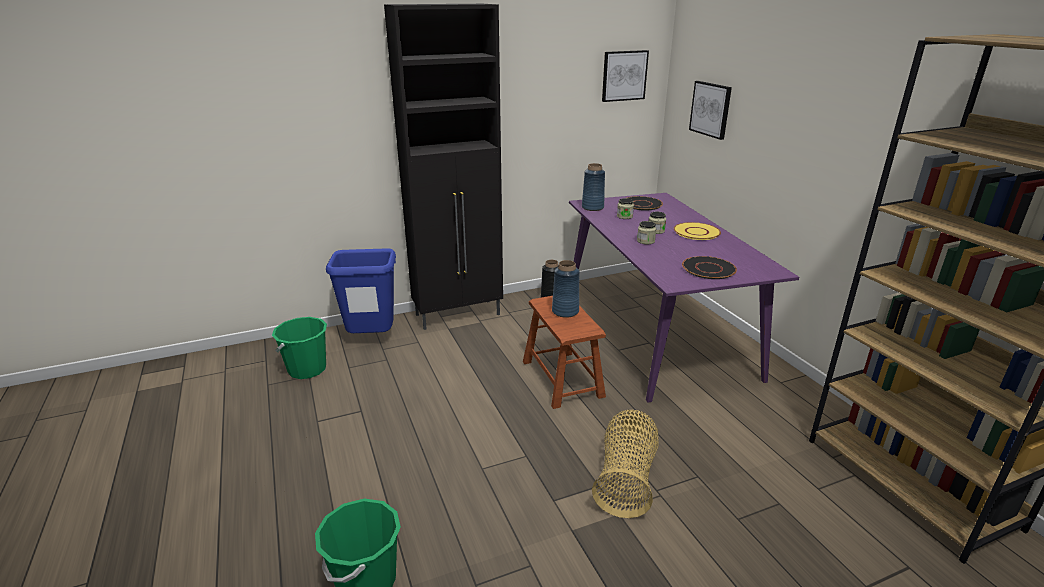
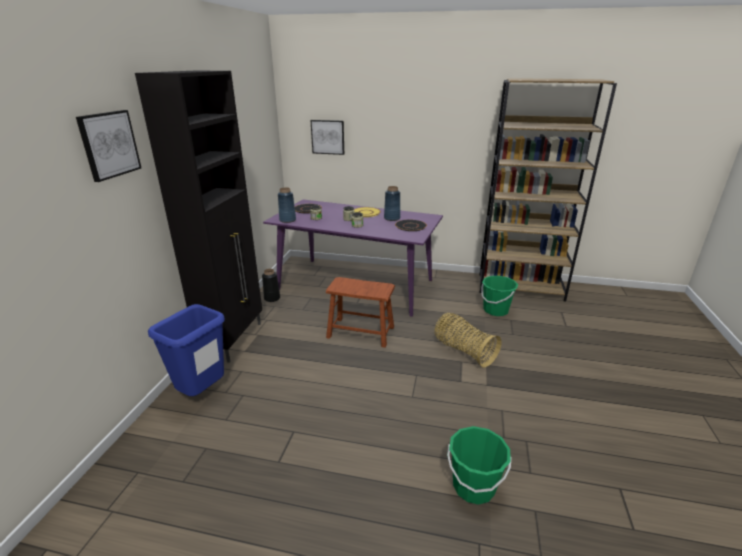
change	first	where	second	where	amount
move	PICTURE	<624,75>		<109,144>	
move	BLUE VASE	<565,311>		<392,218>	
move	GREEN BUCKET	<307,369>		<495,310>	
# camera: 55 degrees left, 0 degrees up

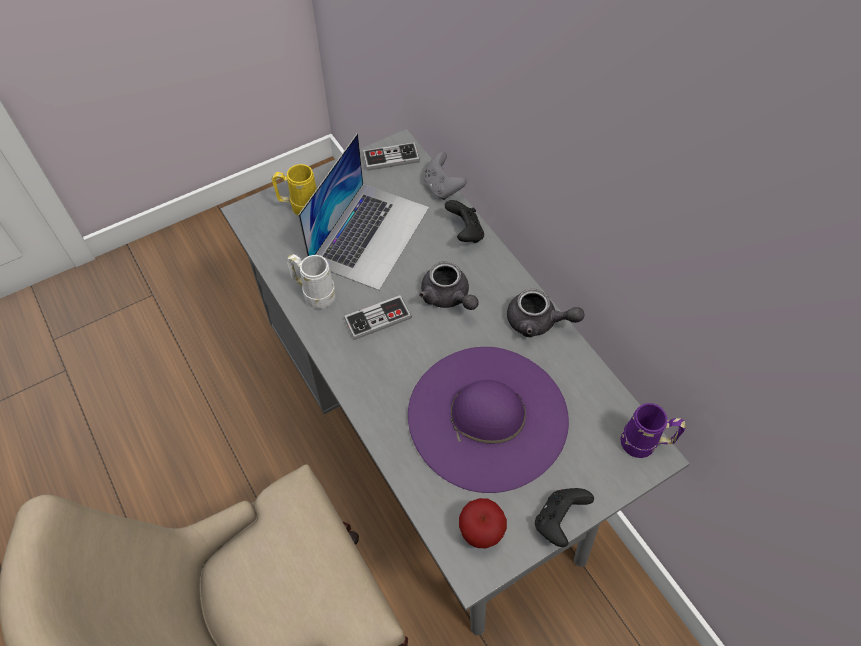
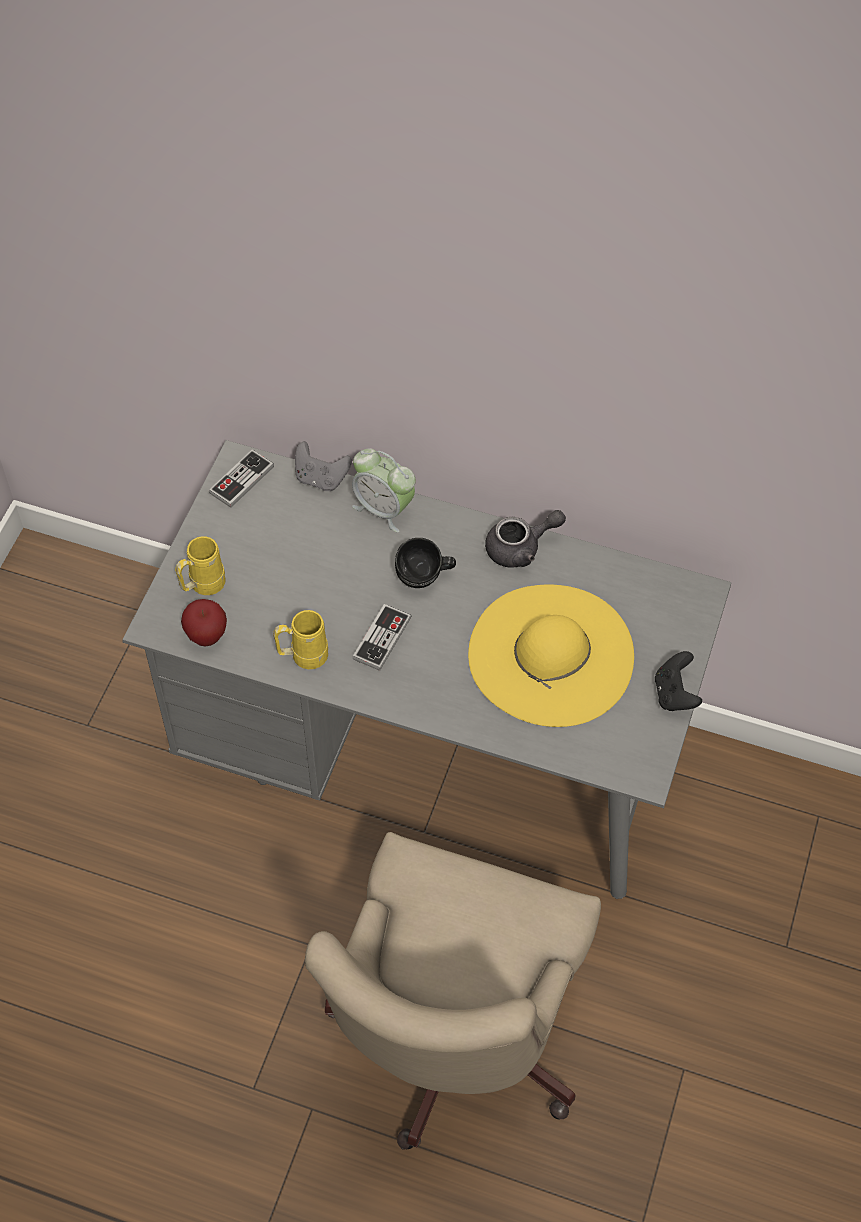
change	first	where	second	where	amount
move	APPLE	<480,532>		<207,636>	
recolor	WHITE MUG	<314,294>	YELLOW MUG	<302,656>	
replace	BLACK GAME CONTROLLER	<465,233>	ALARM CLOCK	<384,509>	
replace	GREY TEAPOT	<448,297>	BLACK MUG	<425,578>	
recolor	PURPLE HAT	<487,416>	YELLOW HAT	<551,654>	
delete	LAPTOP	<370,234>			
delete	PURPLE MUG	<645,444>			
# camera: 40 degrees left, 0 degrees up

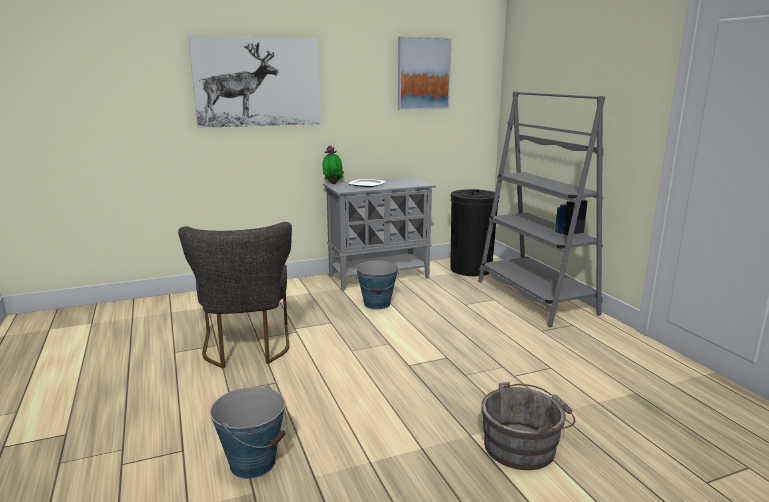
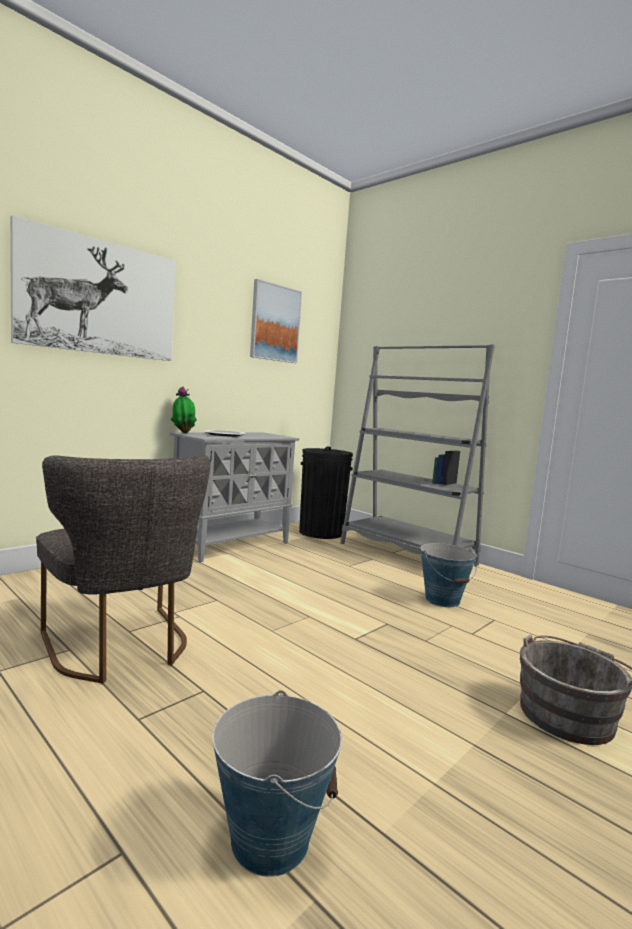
change	first	where	second	where	amount
move	BUCKET	<377,304>		<442,600>	
# camera: 25 degrees left, 10 degrees down

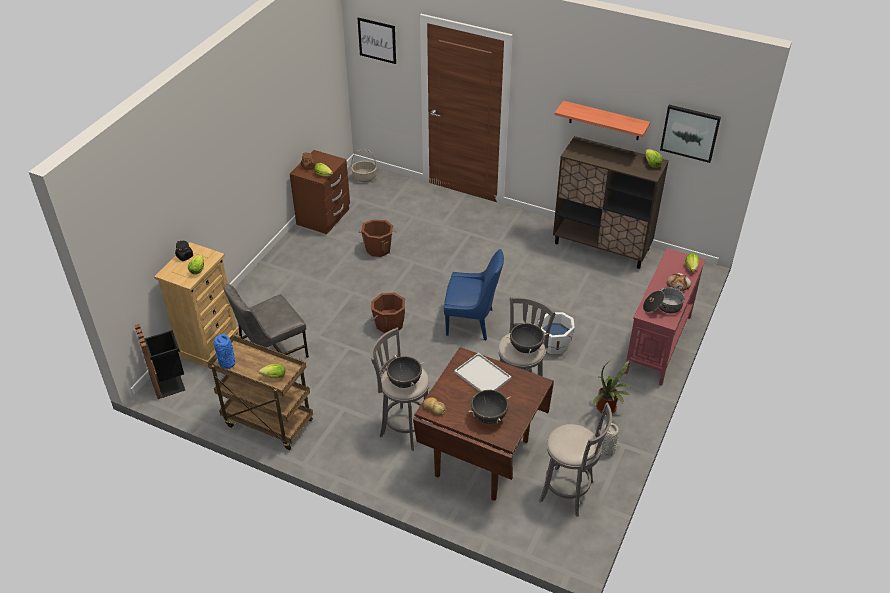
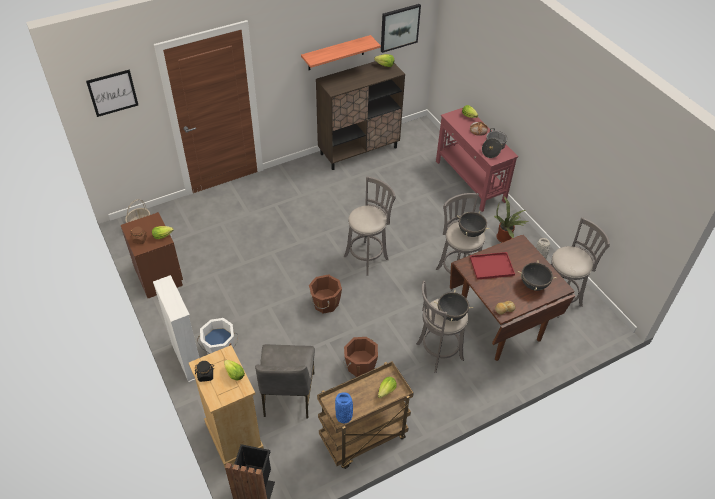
change	first	where	second	where	amount
insert			WHITE BOOKCASE	<188,360>	
move	WHITE BUCKET	<553,345>		<220,349>	
move	BROWN BUCKET	<378,248>		<360,366>	
replace	BLUE CHAIR	<472,322>	GREY STOOL	<368,256>	
recolor	WHITE TRAY	<483,376>	RED TRAY	<492,266>	
# camera: 55 degrees left, 5 degrees up

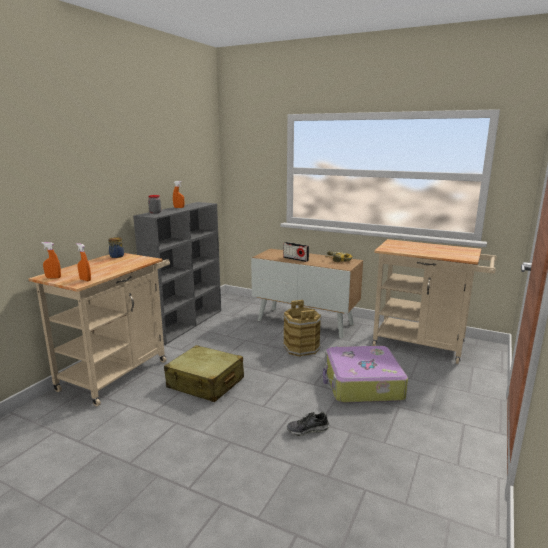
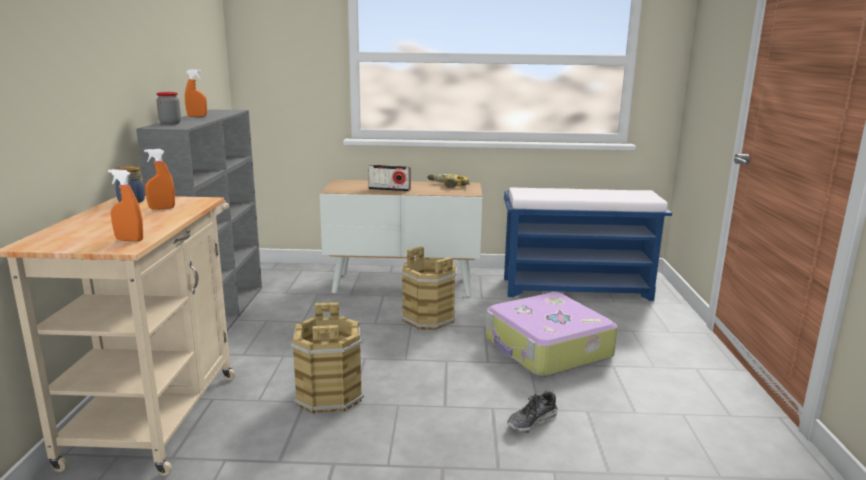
change	first	where	second	where	amount
move	ORANGE SPRAY BOTTLE	<53,278>		<162,208>	
replace	BEIGE SUITCASE	<205,383>	BROWN BUCKET	<330,395>	
replace	BEIGE CART	<425,346>	BLUE BENCH	<577,288>	
# camera: 25 degrees left, 0 degrees up

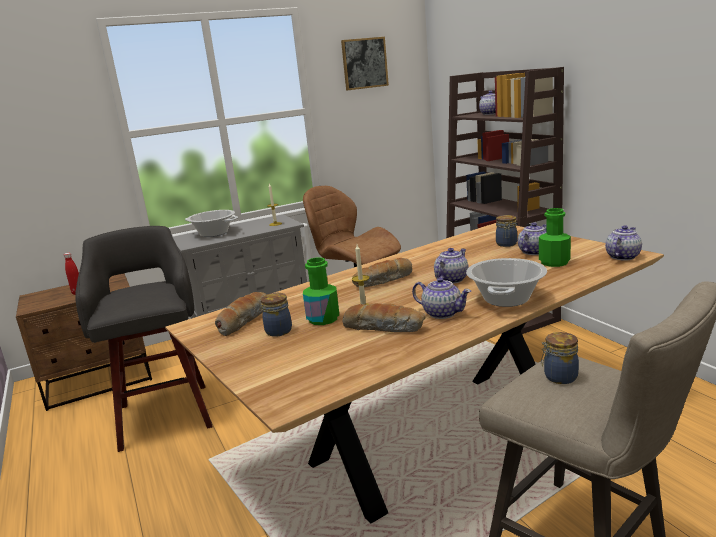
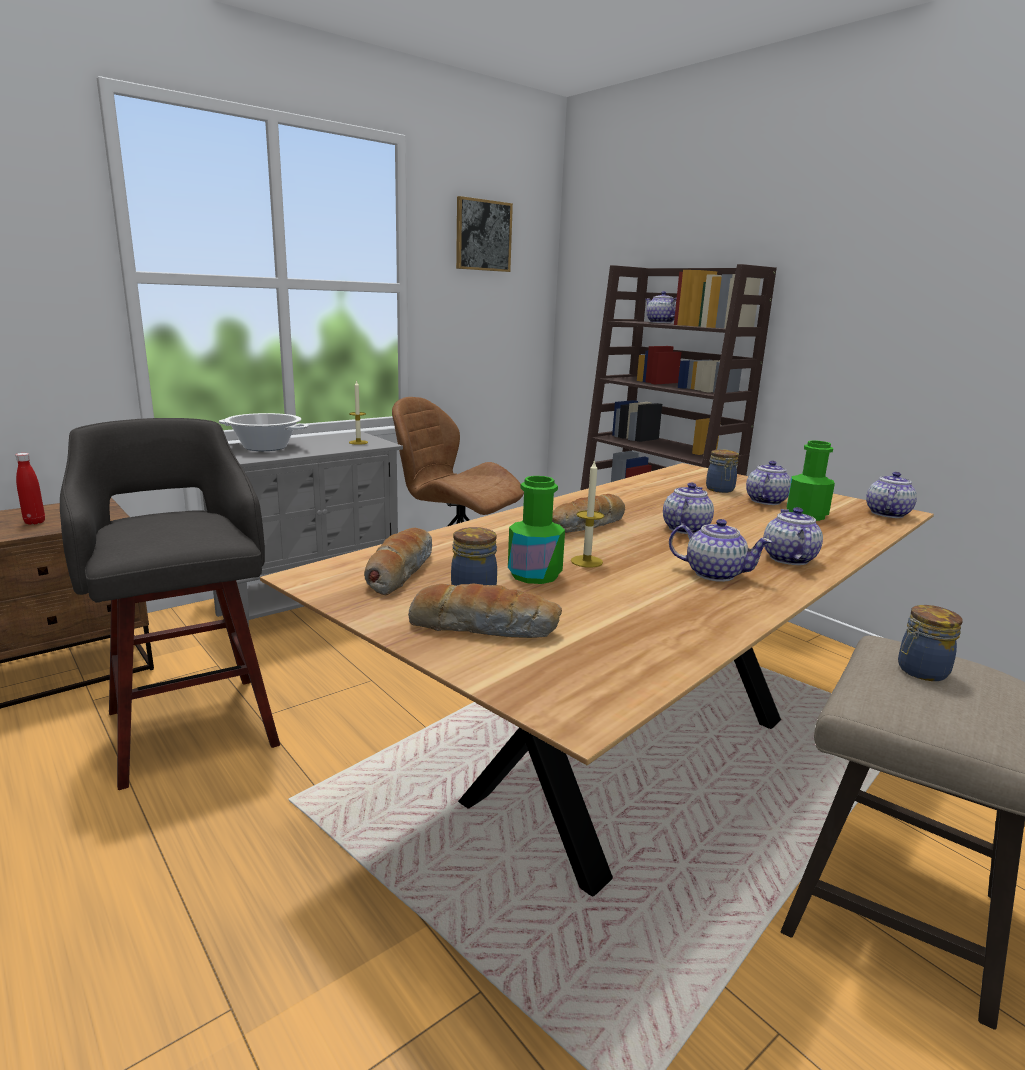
change	first	where	second	where	amount
move	BREAD	<384,327>		<484,627>	
replace	COOKING POT	<506,299>	TEAPOT	<788,558>	
# camera: 15 degrees left, 0 degrees up

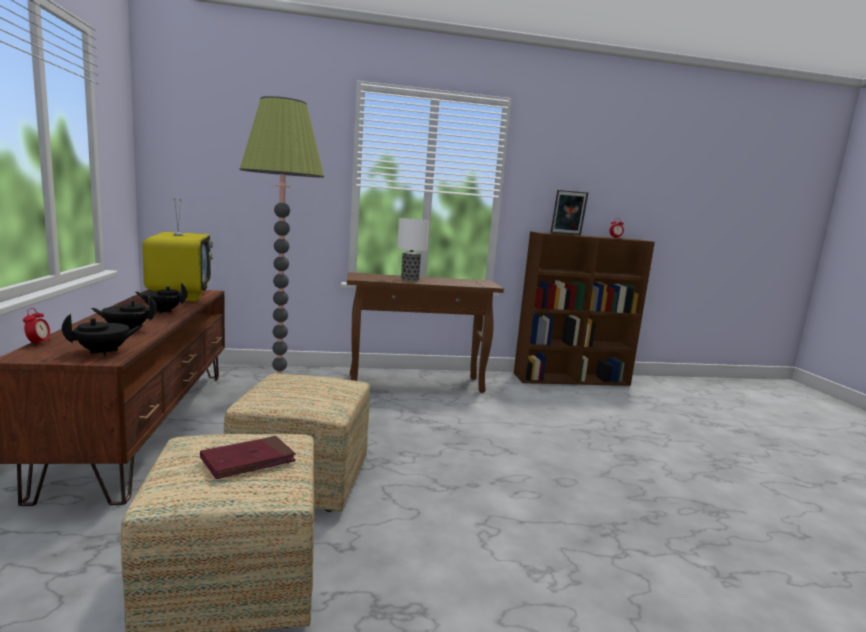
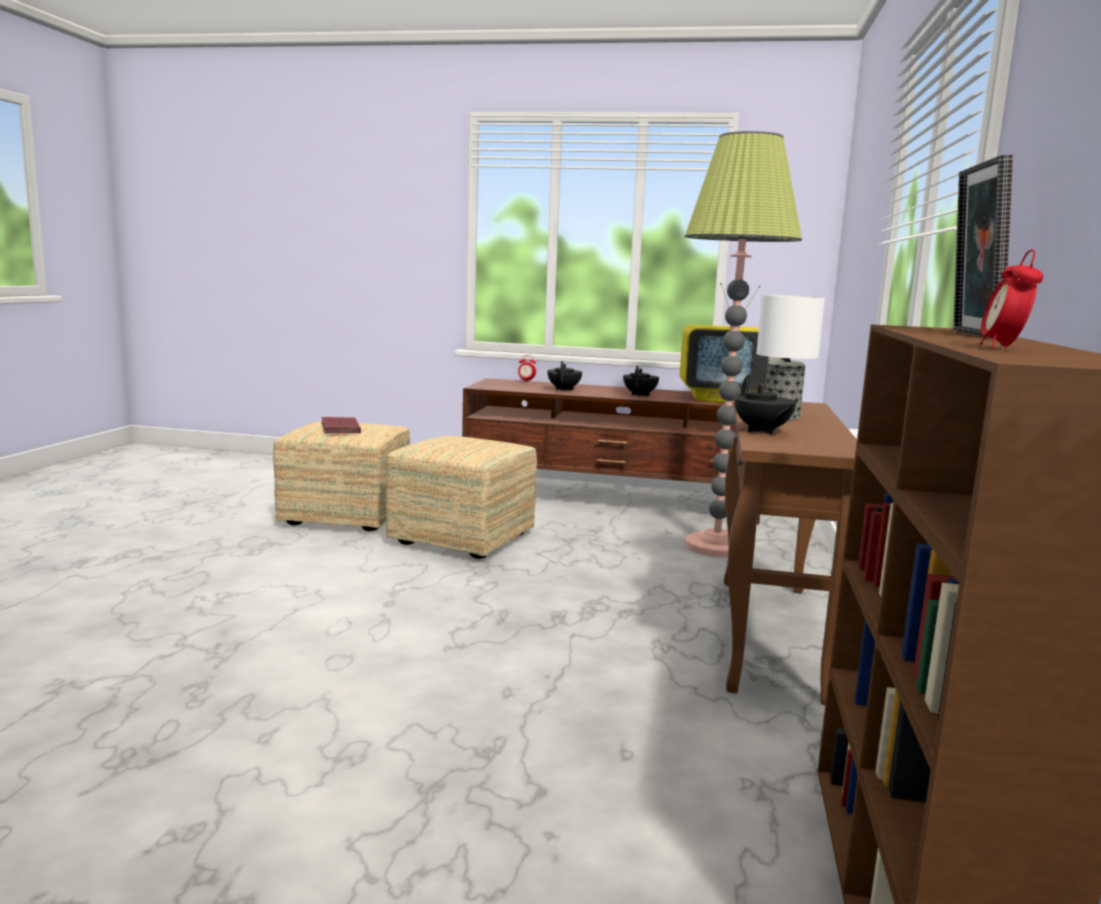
change	first	where	second	where	amount
move	BLACK TEAPOT	<104,352>		<762,431>	
# camera: 110 degrees right, 0 degrees up

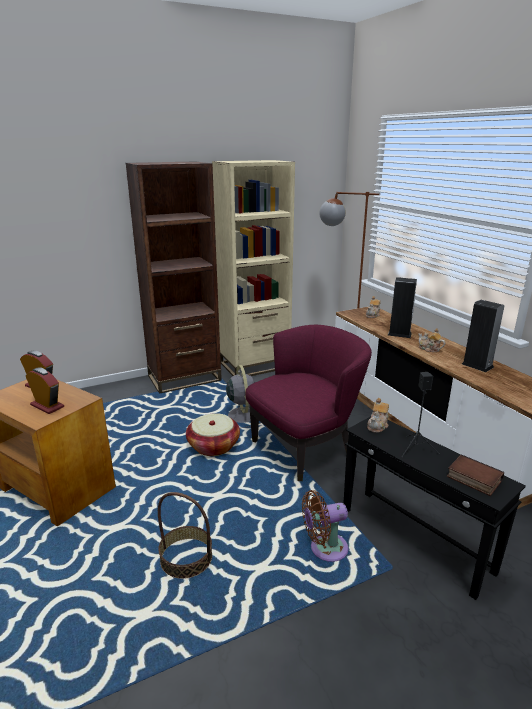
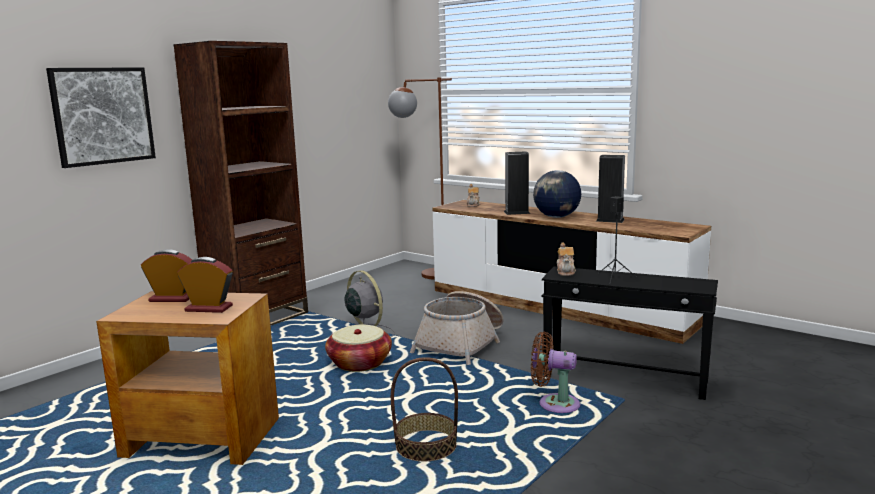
change	first	where	second	where	amount
insert			PICTURE	<102,116>	
replace	PURPLE ARMCHAIR	<305,448>	BASKET	<461,344>	
rotate	BROWN FAN	<325,549>		<554,404>	60 degrees clockwise
replace	TEAPOT	<429,349>	GLOBE	<556,217>	
delete	BEIGE BOOKCASE	<255,365>			
delete	BOOK	<472,479>			
# camera: 25 degrees left, 10 degrees down

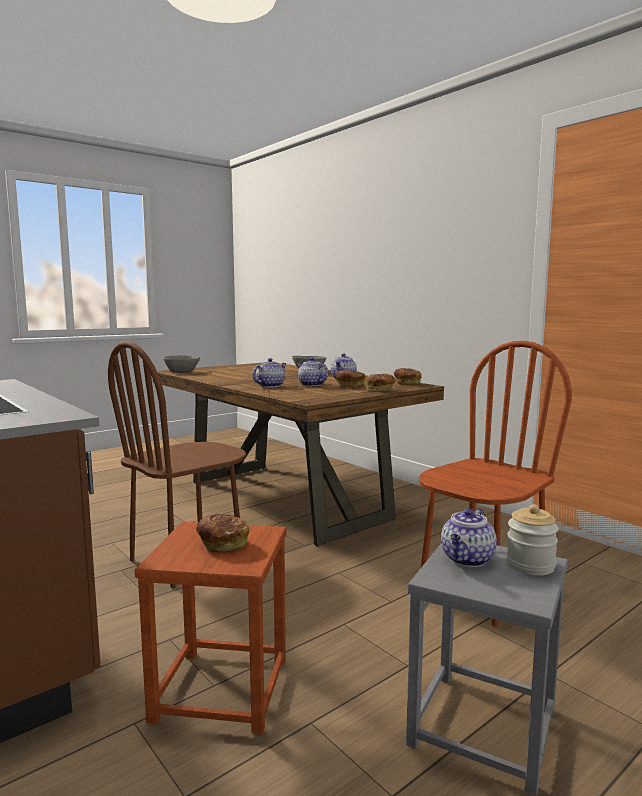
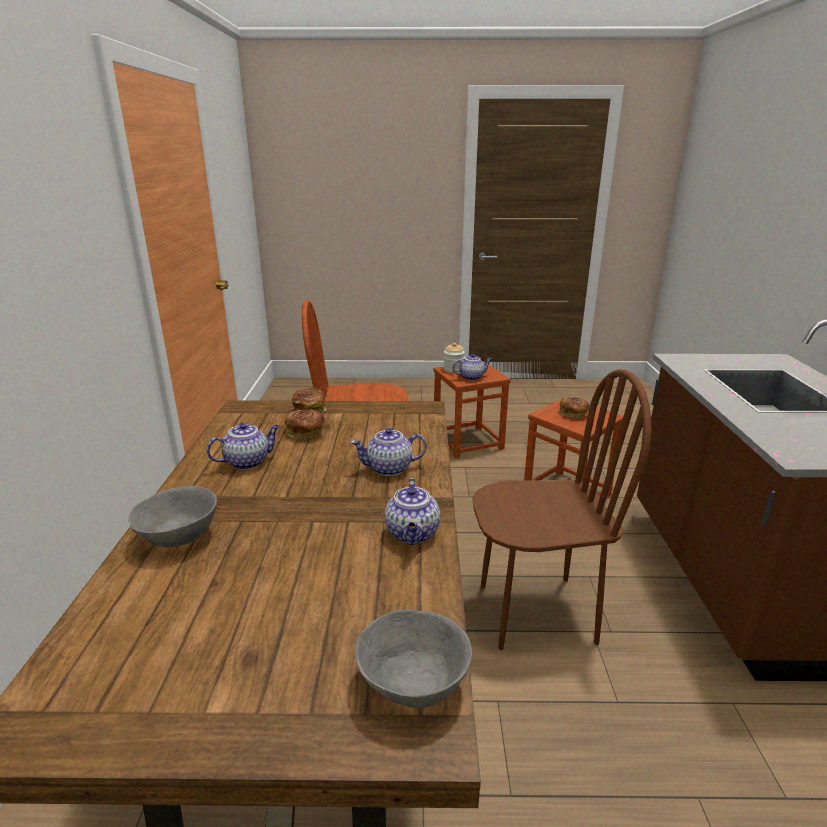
change	first	where	second	where	amount
move	TEAPOT	<311,385>		<413,534>	
recolor	GREY STOOL	<484,727>	BROWN STOOL	<468,441>	
delete	BREAD	<407,383>			
# camera: 140 degrees left, 15 degrees up

